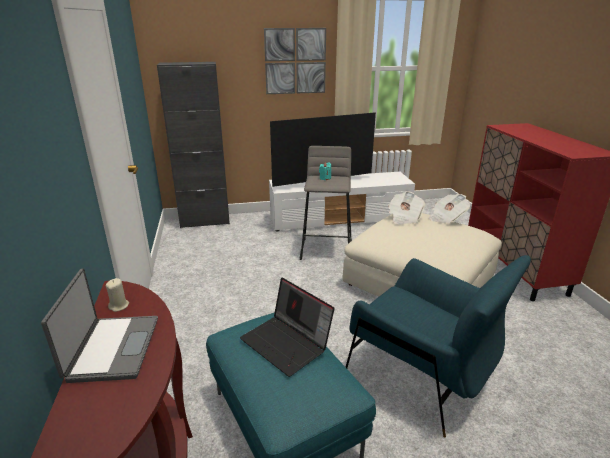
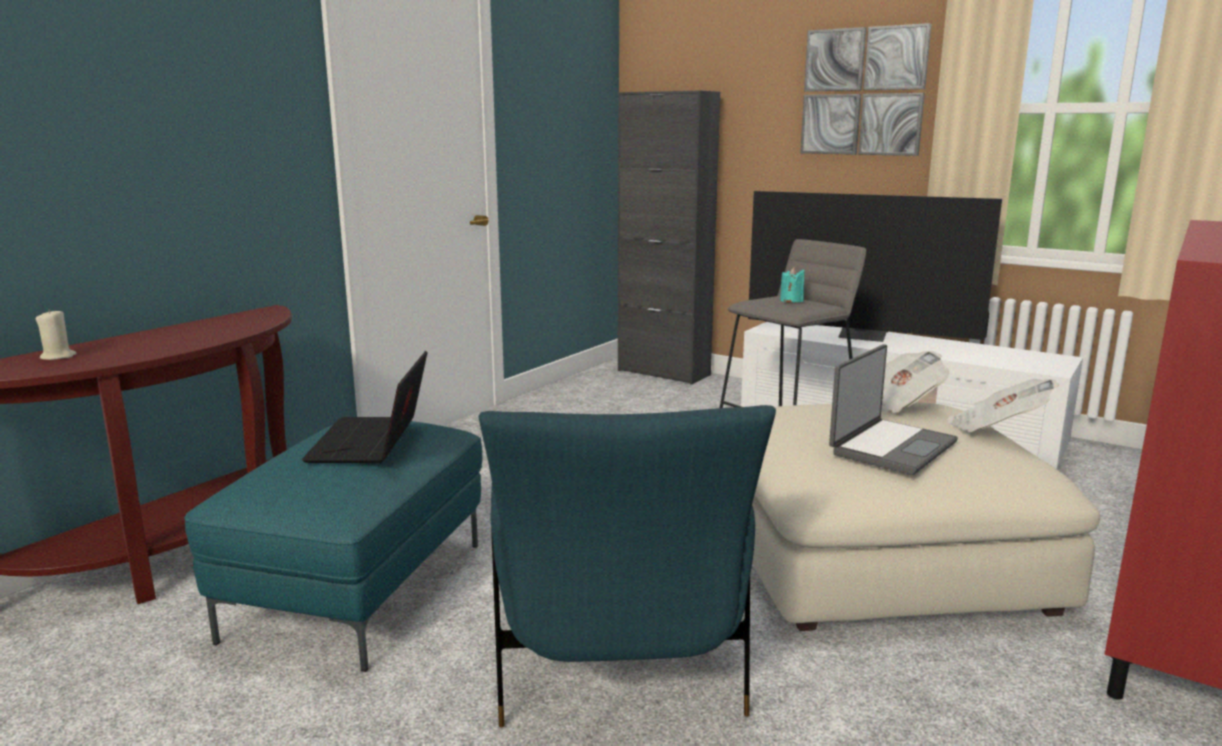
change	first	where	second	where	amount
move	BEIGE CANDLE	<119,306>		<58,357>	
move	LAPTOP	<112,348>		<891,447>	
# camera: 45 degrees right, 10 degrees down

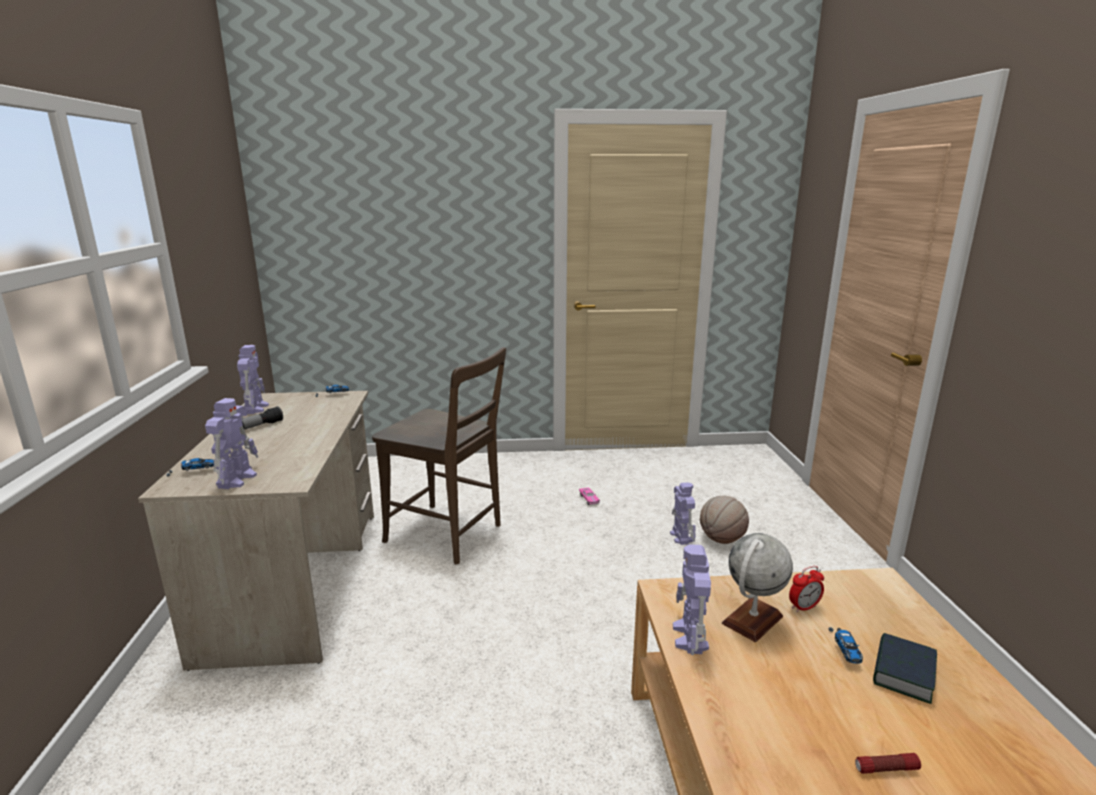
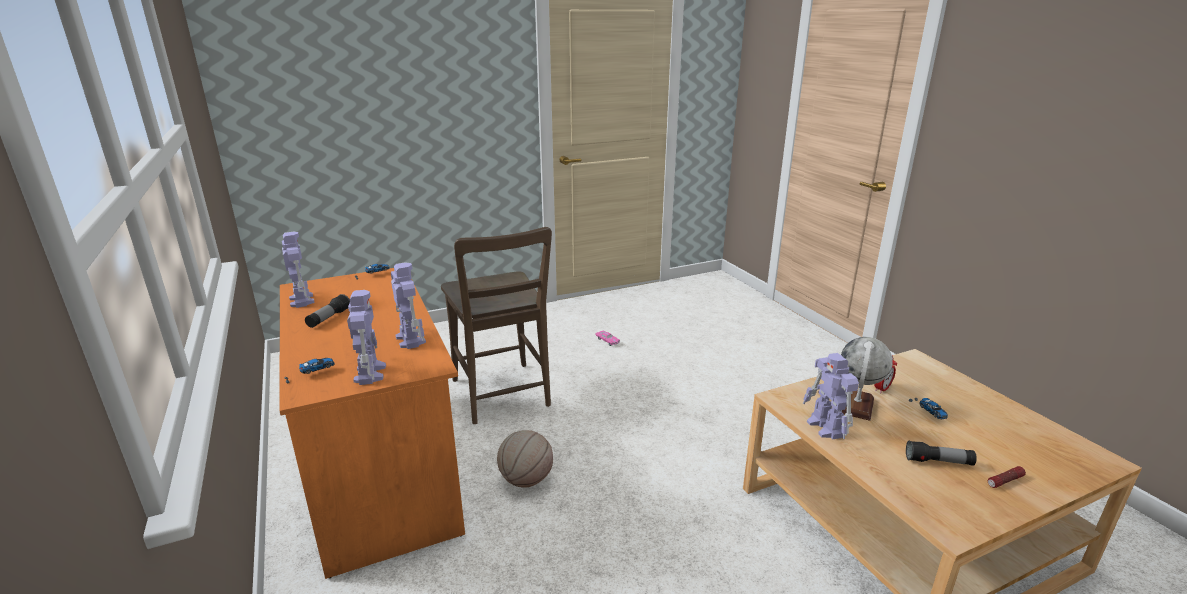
change	first	where	second	where	amount
recolor	BEIGE DESK	<297,580>	ORANGE DESK	<380,468>	
move	TOY ROBOT	<681,536>		<410,339>	
rotate	BROWN CHAIR	<448,535>		<502,396>	60 degrees clockwise
move	BASKETBALL	<721,539>		<526,480>	
insert			FLASHLIGHT	<938,462>	
delete	BOOK	<903,673>			
# camera: 20 degrees left, 5 degrees up

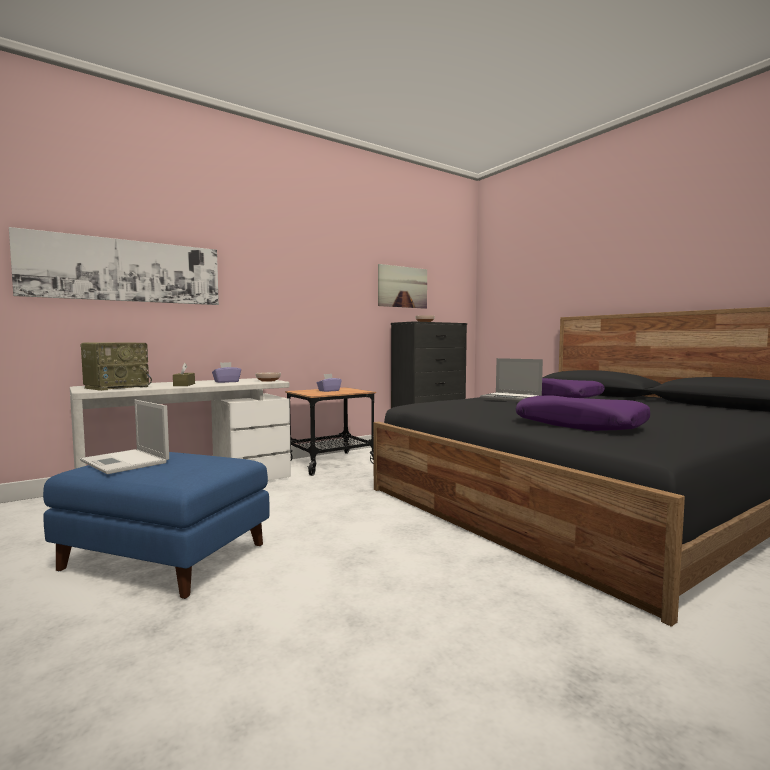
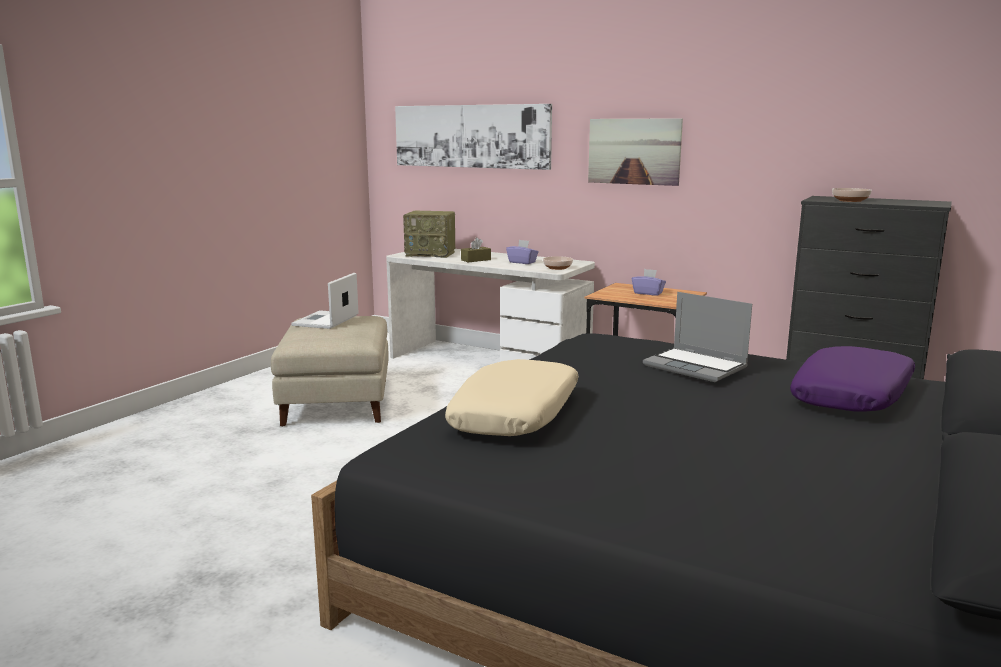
change	first	where	second	where	amount
recolor	BLUE OTTOMAN	<163,557>	BEIGE OTTOMAN	<336,402>	
recolor	PURPLE PILLOW	<580,425>	BEIGE PILLOW	<516,414>	
move	PICTURE	<402,287>		<634,151>	
rotate	LAPTOP	<512,399>		<696,367>	60 degrees counterclockwise
# camera: 65 degrees right, 10 degrees up

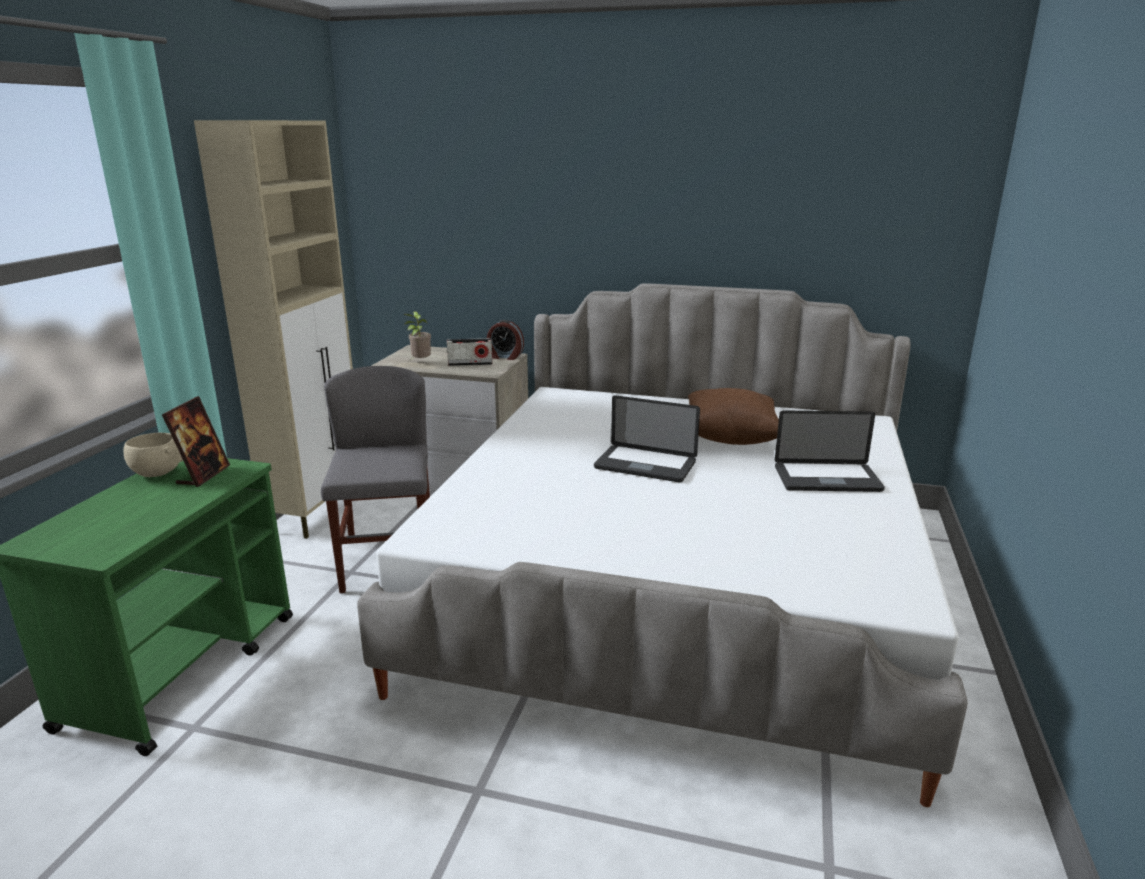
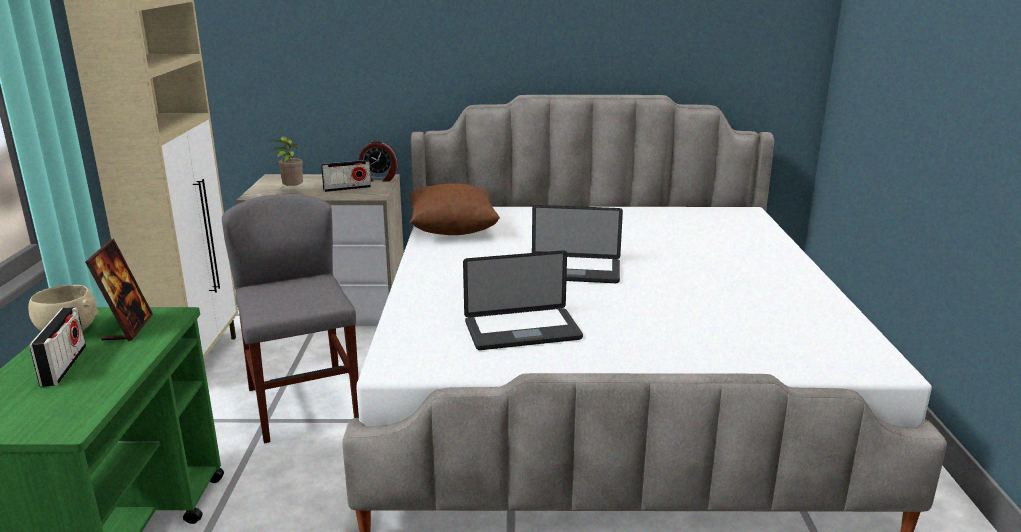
change	first	where	second	where	amount
insert			RADIO	<64,366>	
move	BROWN PILLOW	<731,438>		<452,231>	
move	LAPTOP	<827,479>		<522,331>	
# camera: 15 degrees left, 0 degrees up

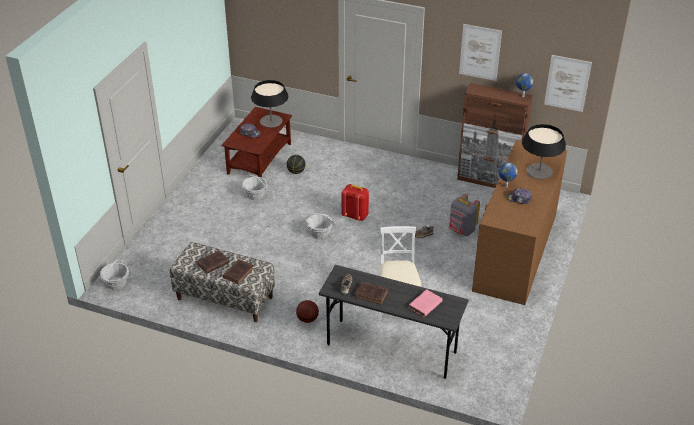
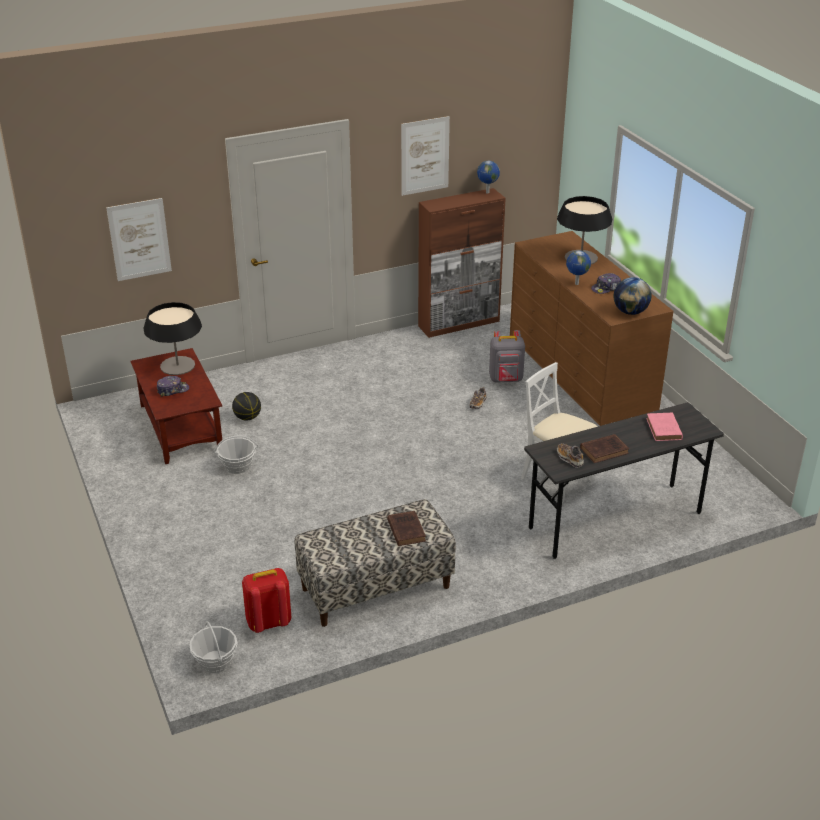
change	first	where	second	where	amount
move	PICTURE	<567,83>		<139,239>	
move	RED BACKPACK	<355,215>		<268,622>	
insert			GLOBE	<630,312>	
delete	BROWN BOOK	<212,264>			
delete	BASKETBALL	<307,319>			
delete	BASKET	<320,233>			
# camera: 45 degrees left, 5 degrees down

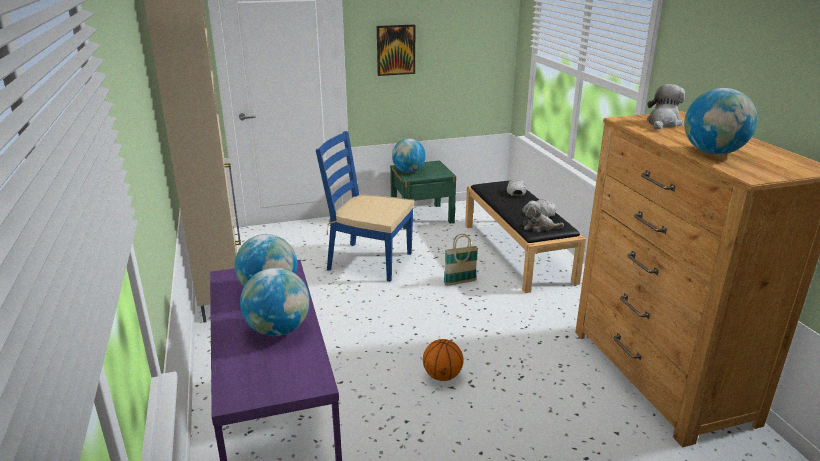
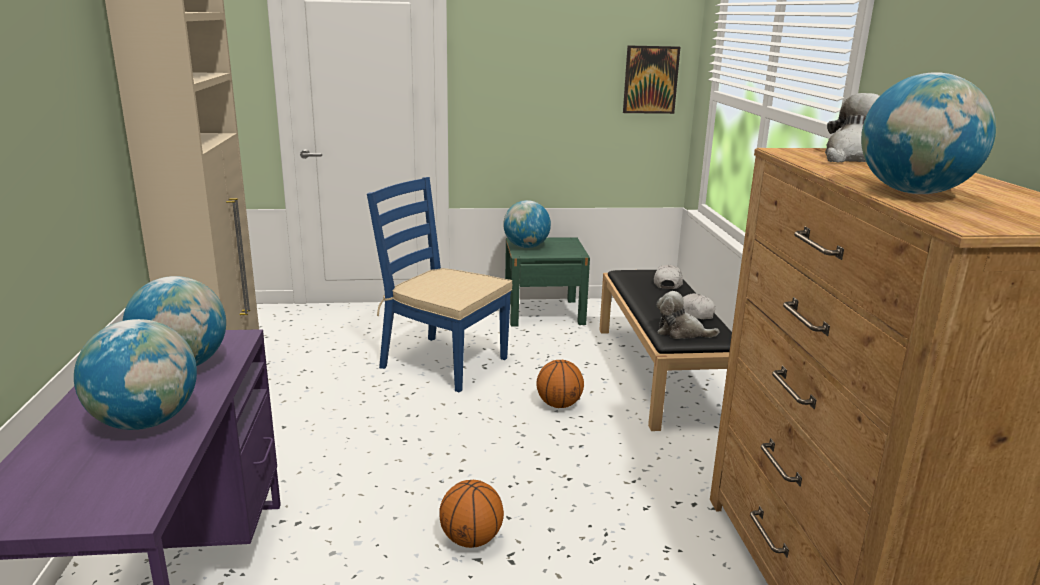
change	first	where	second	where	amount
replace	BASKET	<460,282>	BASKETBALL	<559,405>	
move	PICTURE	<395,50>		<650,79>	
# camera: 10 degrees right, 5 degrees down

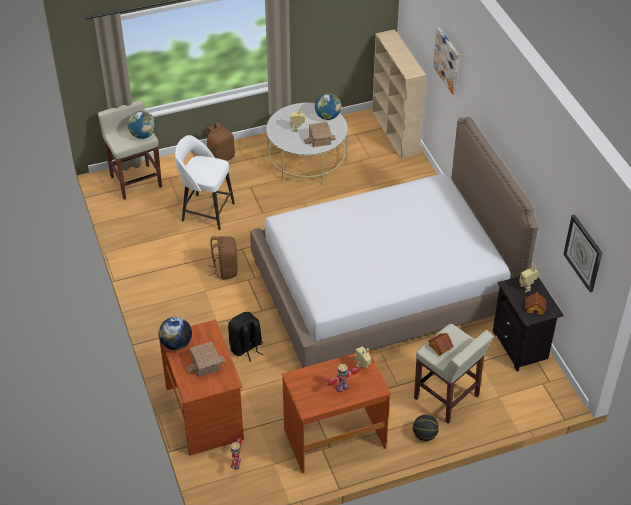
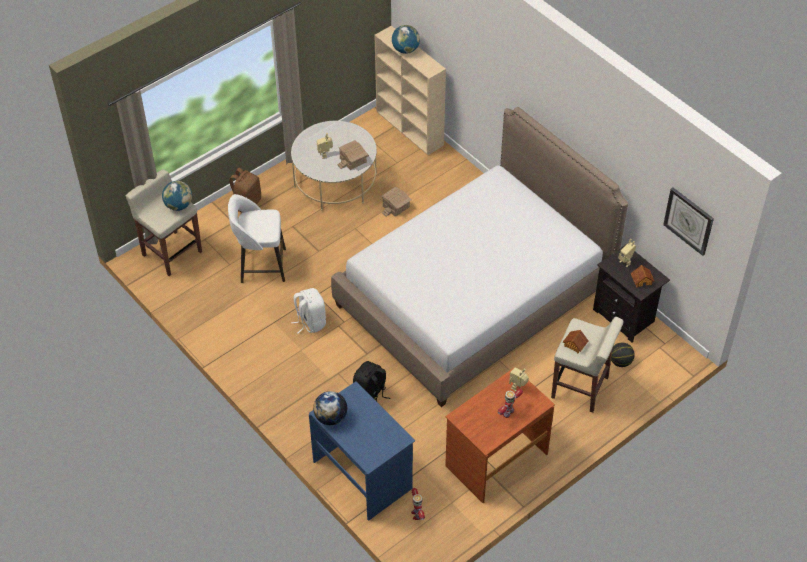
change	first	where	second	where	amount
recolor	BROWN BACKPACK	<225,270>	WHITE BACKPACK	<310,322>	
recolor	BROWN DESK	<205,413>	BLUE DESK	<363,474>	
move	TOY HOUSE	<205,364>		<395,206>	
move	GLOBE	<327,116>		<405,50>	
move	BASKETBALL	<425,435>		<620,362>	
delete	PICTURE	<447,60>			
# camera: 20 degrees left, 5 degrees up

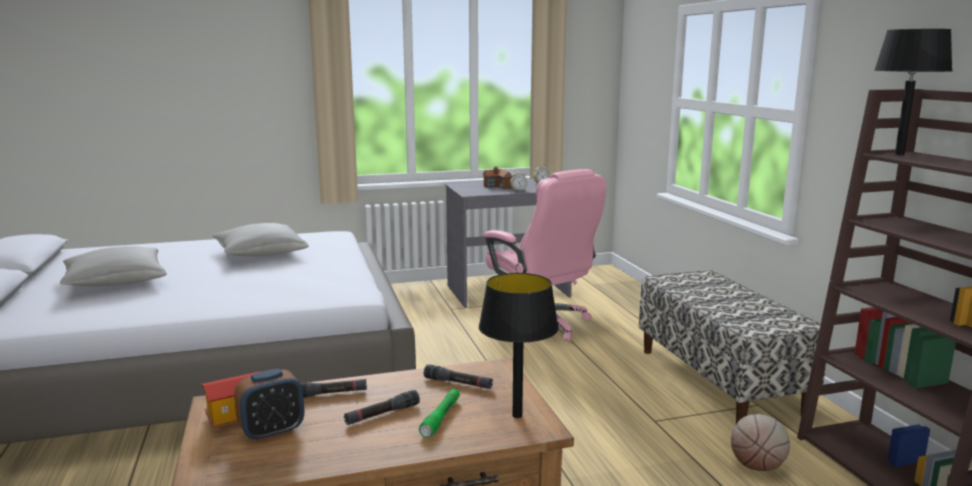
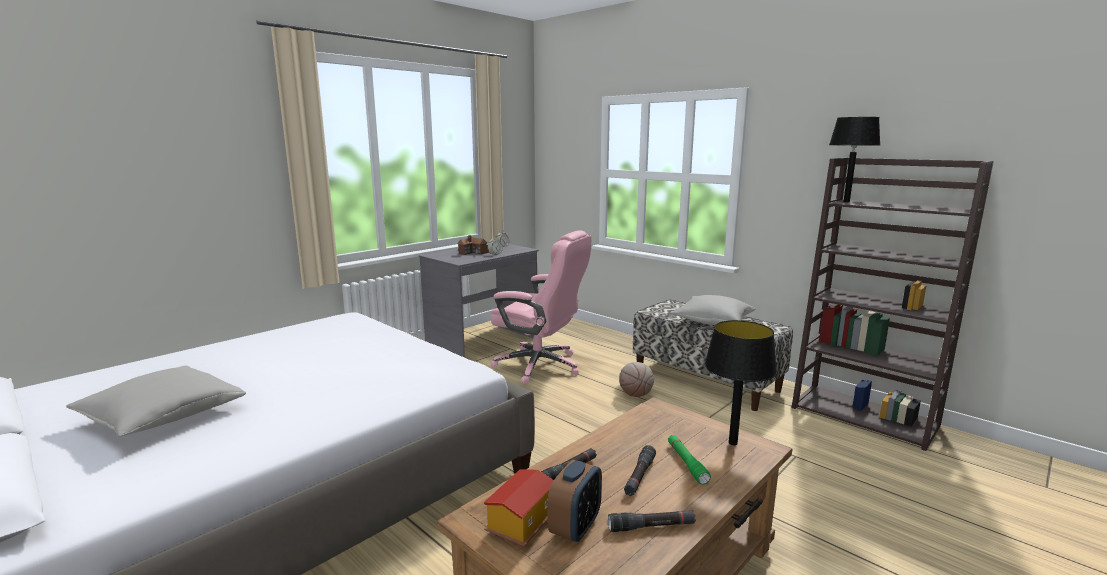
change	first	where	second	where	amount
move	BLACK FLASHLIGHT	<458,383>		<651,527>	
move	BASKETBALL	<757,466>		<635,395>	
move	GREY PILLOW	<260,254>		<713,322>	
# camera: 30 degrees left, 0 degrees up

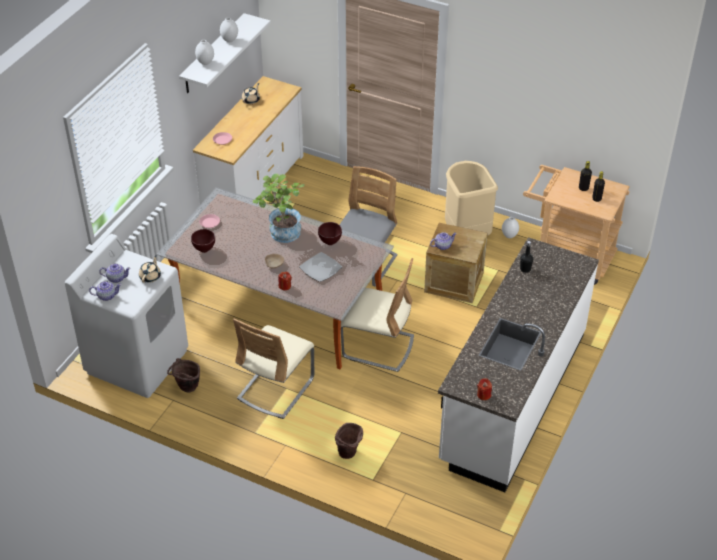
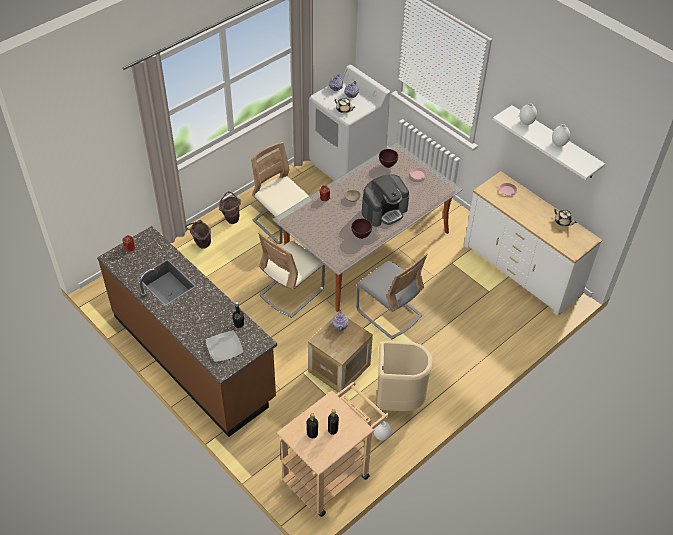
change	first	where	second	where	amount
recolor	WHITE COUNTER	<512,397>	BROWN COUNTER	<193,357>	
move	PLATE	<320,269>		<224,347>	
move	BROWN BUCKET	<186,389>		<231,218>	
replace	POTTED PLANT	<281,235>	COFFEE MACHINE	<384,210>	
# camera: 110 degrees right, 5 degrees up

